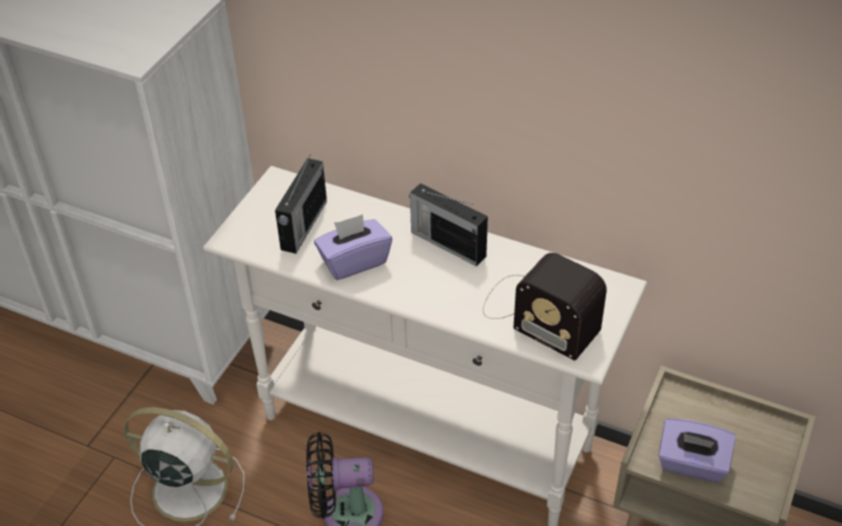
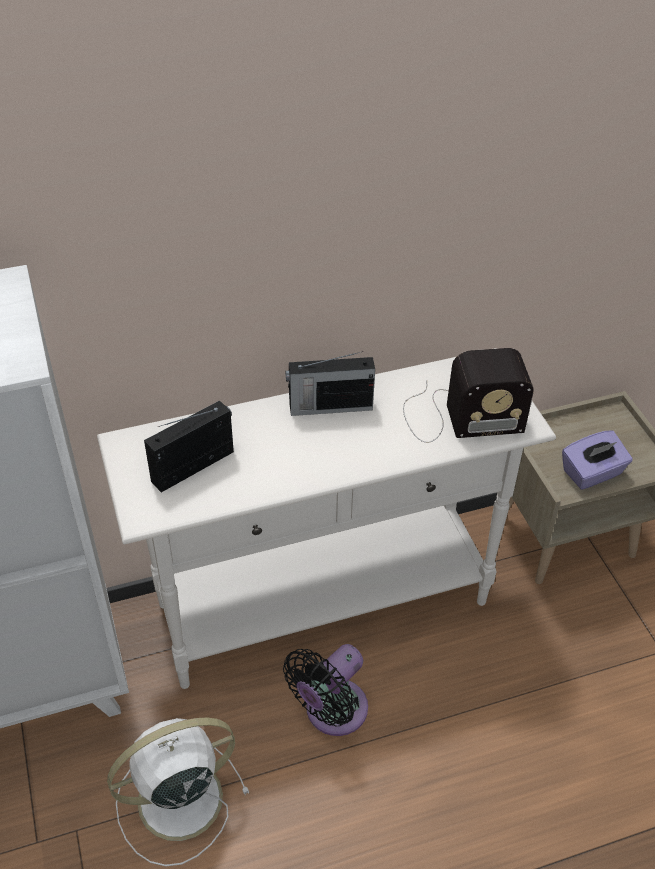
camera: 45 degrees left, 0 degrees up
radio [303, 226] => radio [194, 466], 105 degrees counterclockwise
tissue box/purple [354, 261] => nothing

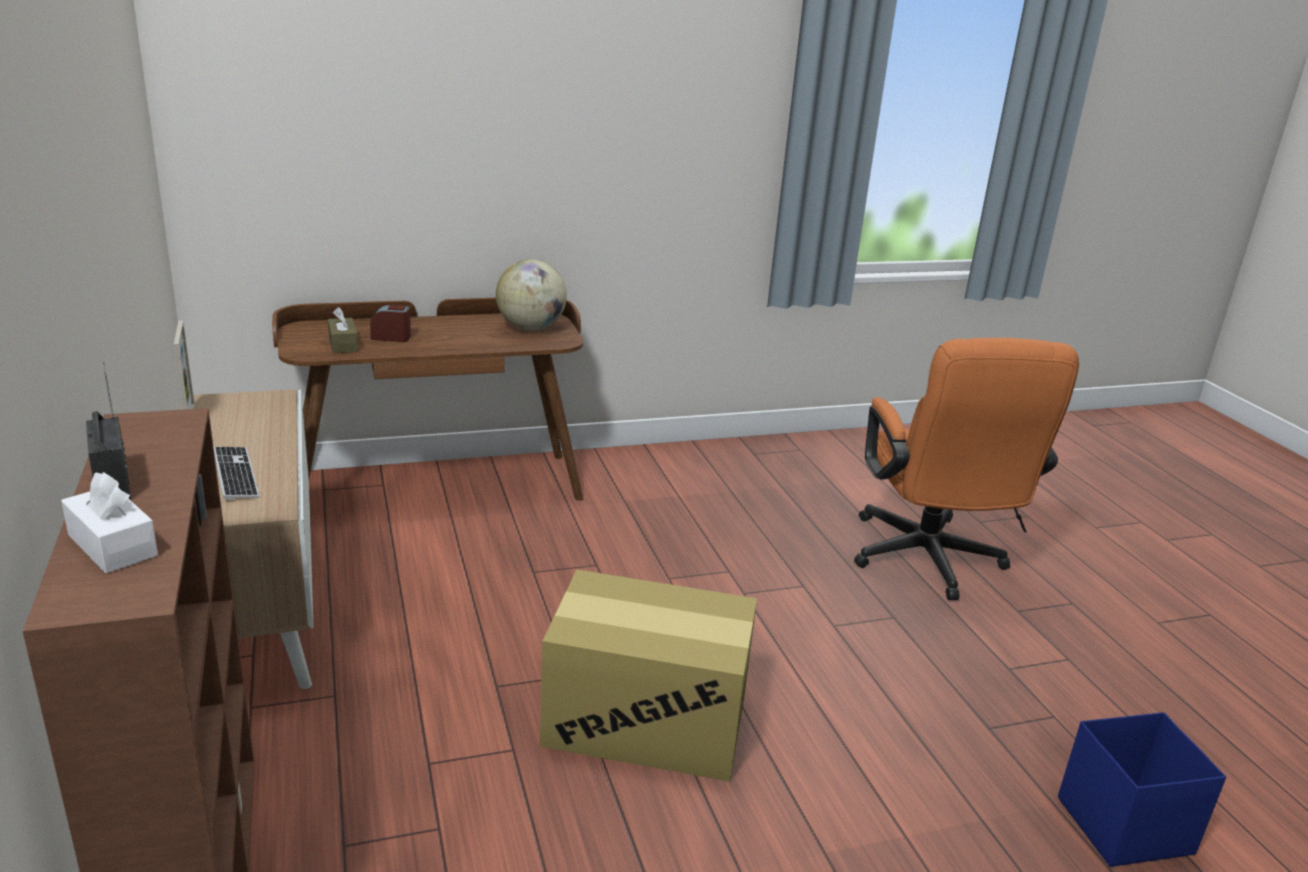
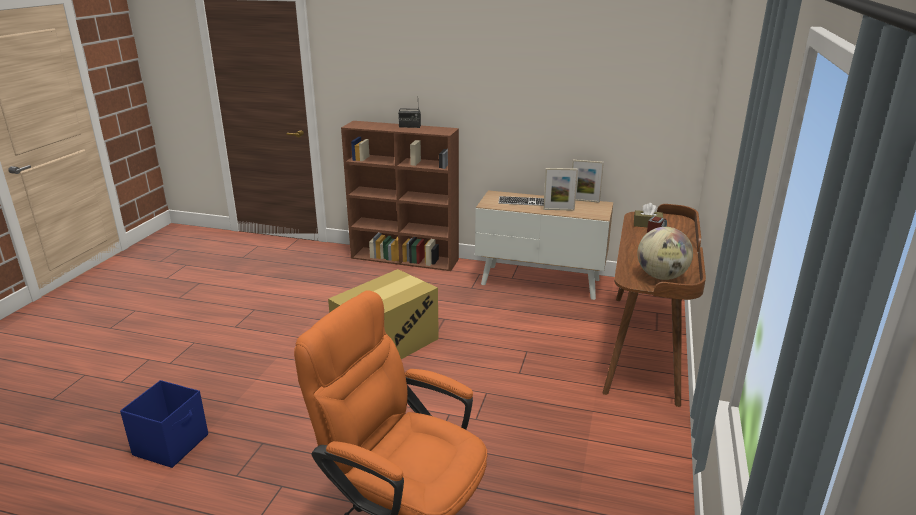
camera: 125 degrees right, 0 degrees up
tissue box/white [112, 545] => nothing
nothing => picture frame [558, 209]

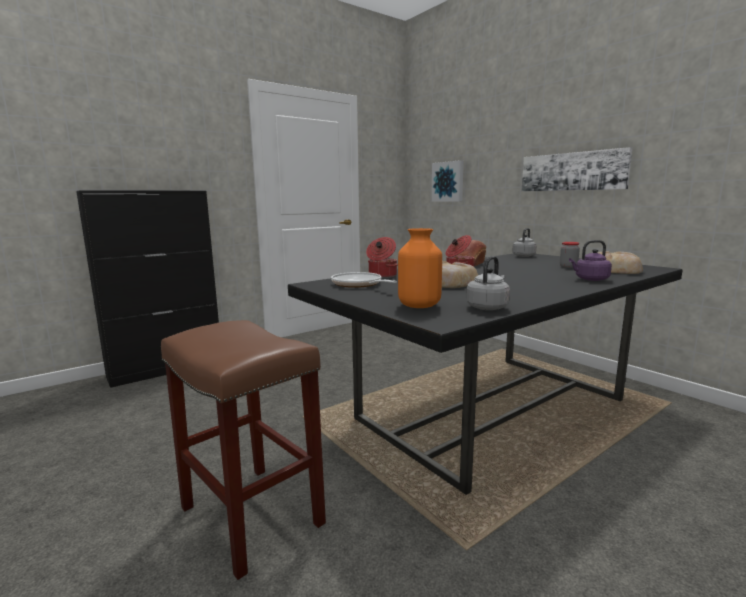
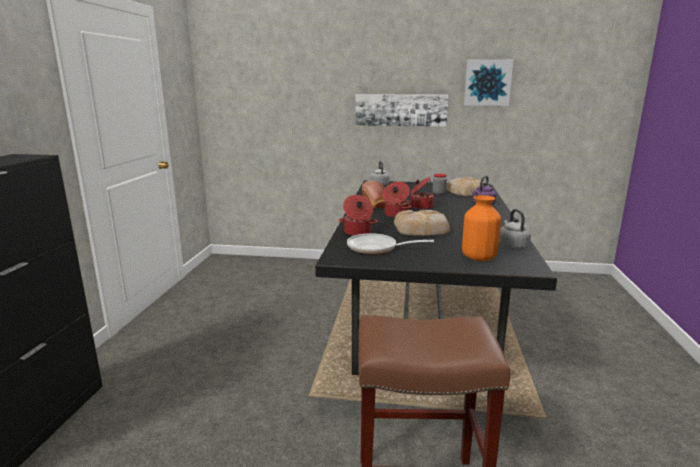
camera: 45 degrees left, 5 degrees up
picture [448, 181] => picture [487, 82], move
nothing => cooking pot [420, 207]

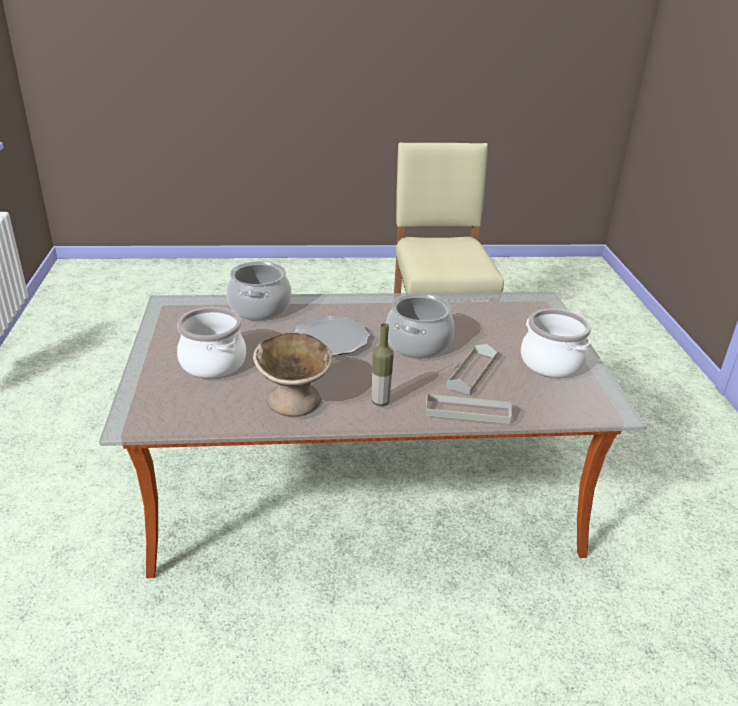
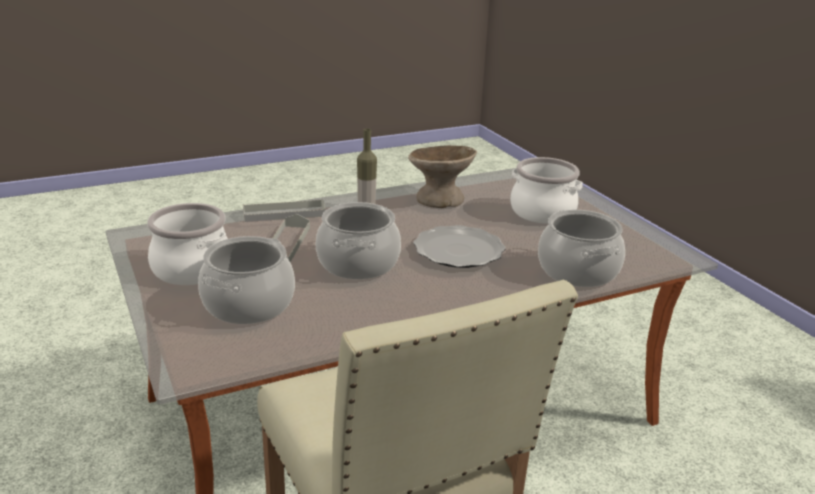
camera: 160 degrees right, 5 degrees down
nothing => cooking pot [248, 304]

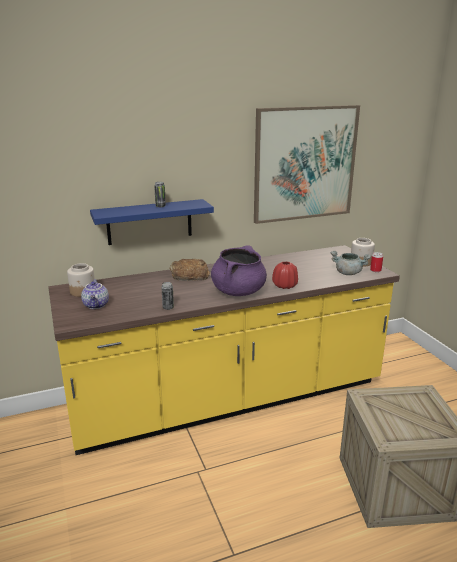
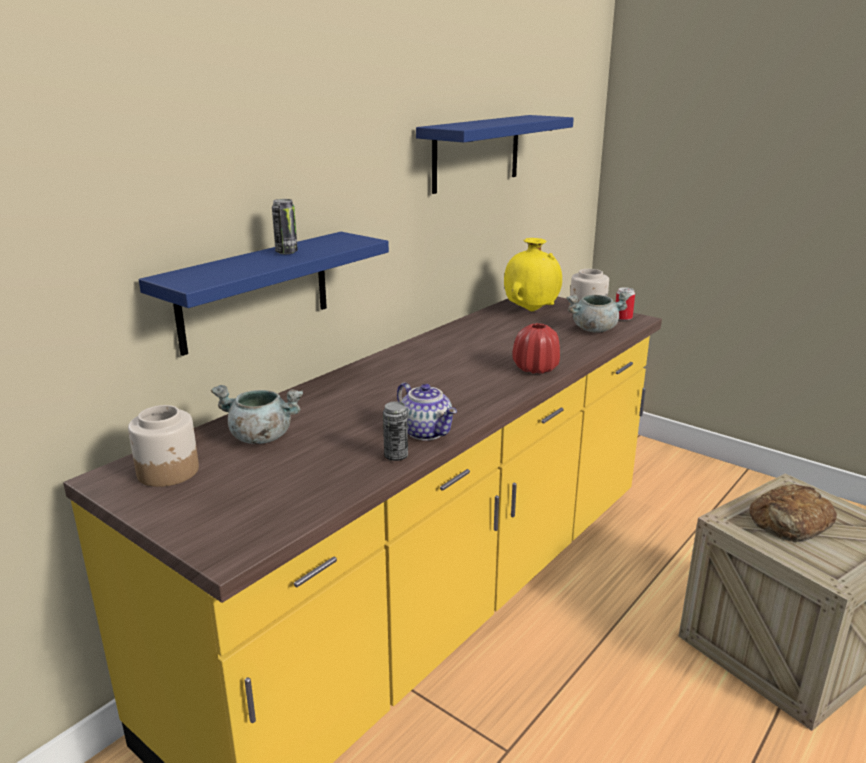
camera: 30 degrees left, 0 degrees up
teapot [96, 305] => teapot [427, 432], move
bread [189, 275] => bread [790, 522], move
cooking pot/purple [238, 291] => nothing
picture [304, 164] => shelf/blue [476, 153]
nothing => cooking pot/grey [260, 437]
nothing => vase/yellow [531, 310]

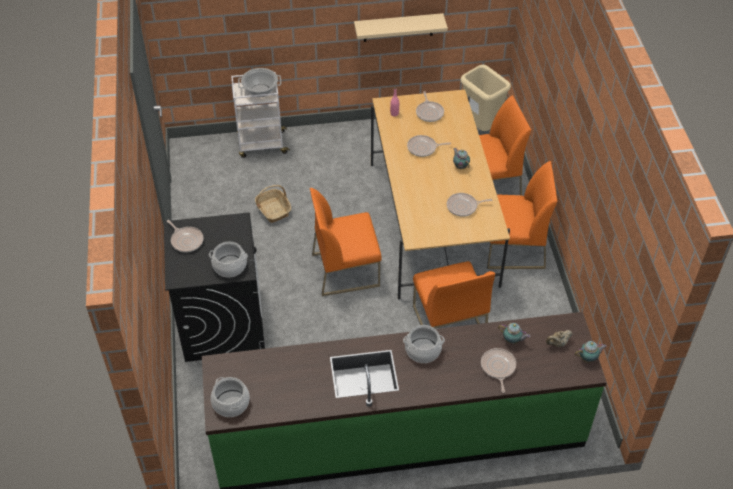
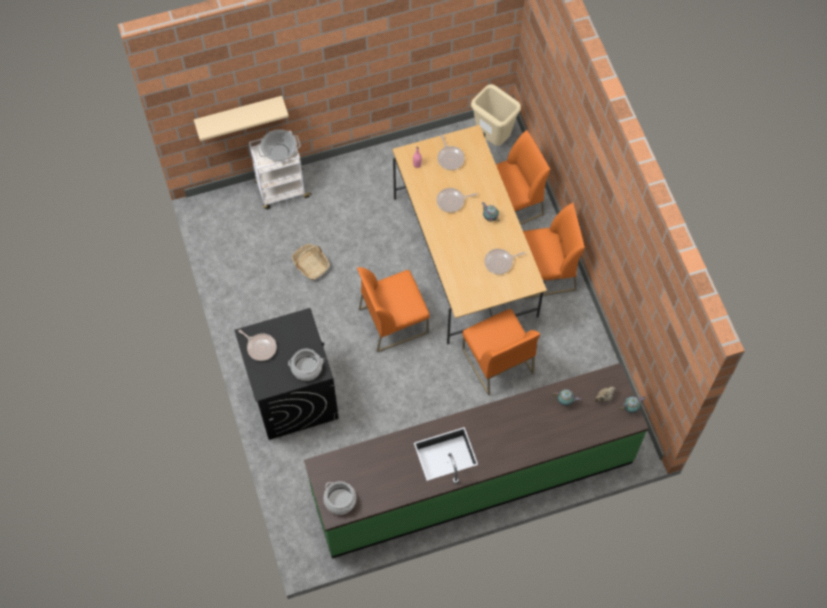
camera: 10 degrees left, 15 degrees up
shelf/beige [398, 27] => shelf/beige [239, 114], move
cooking pot [423, 351] => nothing
frying pan [498, 367] => nothing

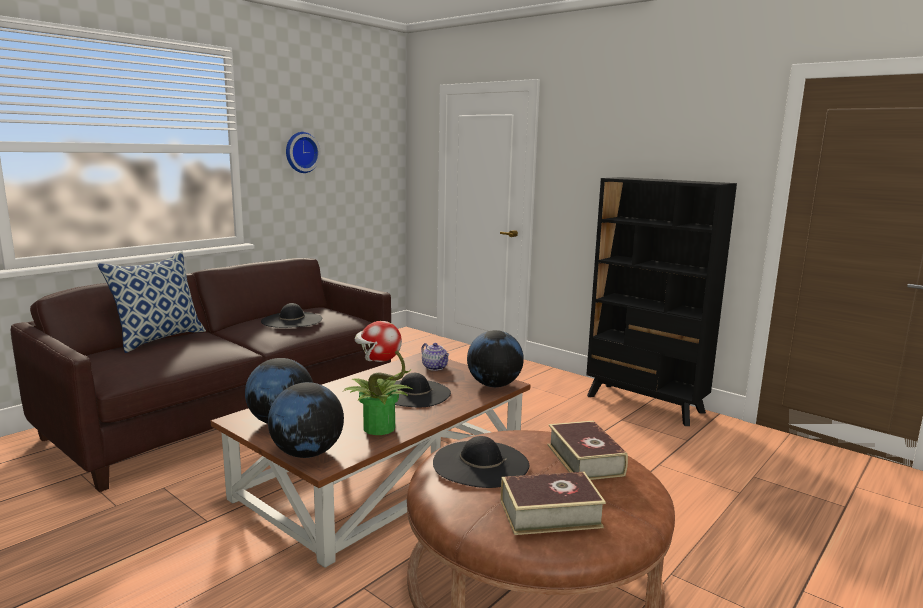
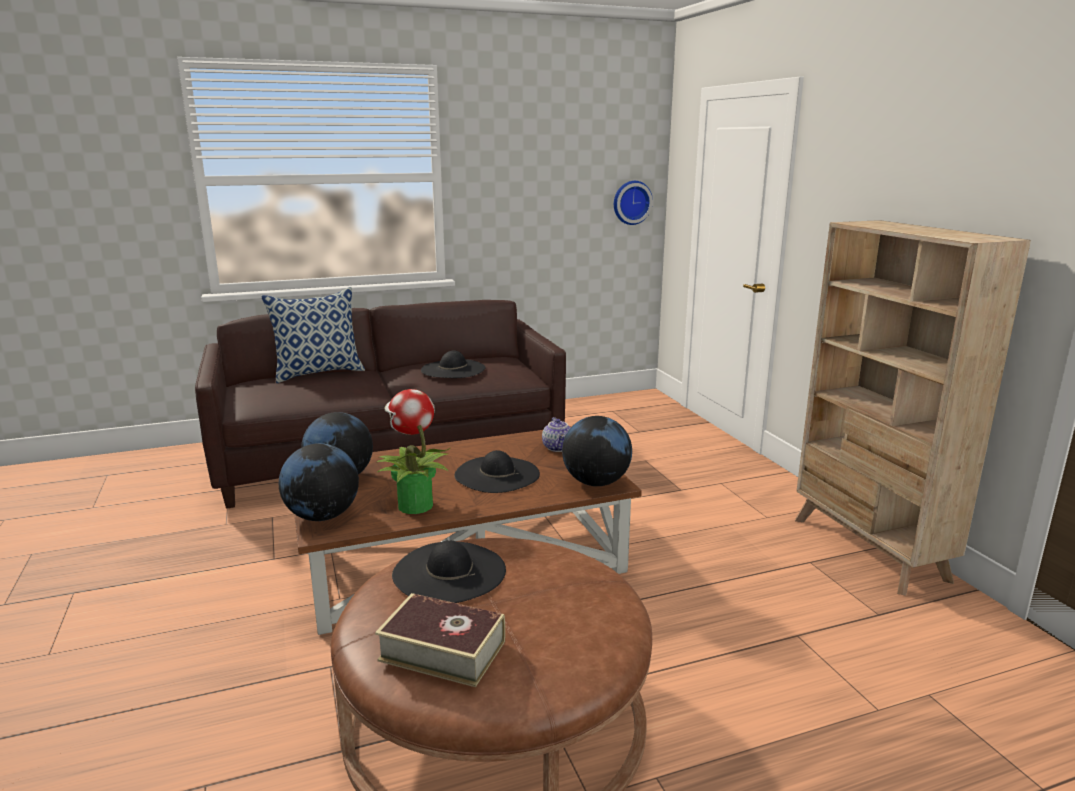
camera: 30 degrees right, 5 degrees up
wall clock [301, 152] => wall clock [631, 202], move
book [585, 460] => nothing
bookcase/black [645, 404] => bookcase/beige [868, 549]

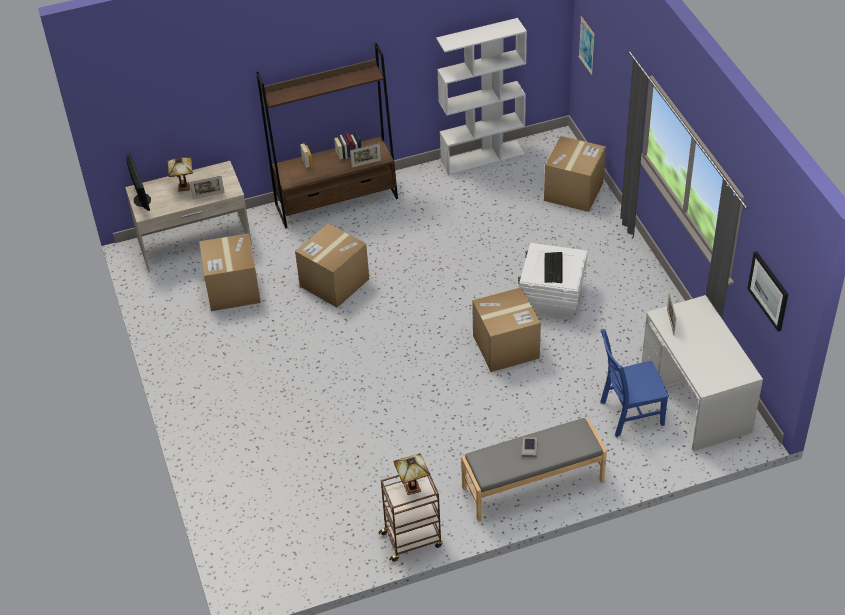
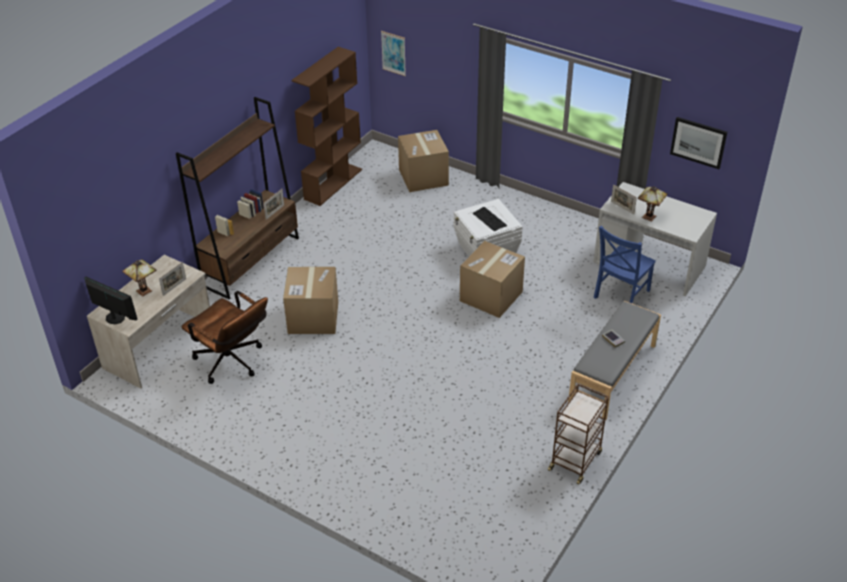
camera: 40 degrees left, 5 degrees down
cardboard box [233, 289] => office chair/brown [233, 363]
table lamp [413, 487] => table lamp [648, 216], move
bookcase/white [483, 157] => bookcase/brown [333, 184]

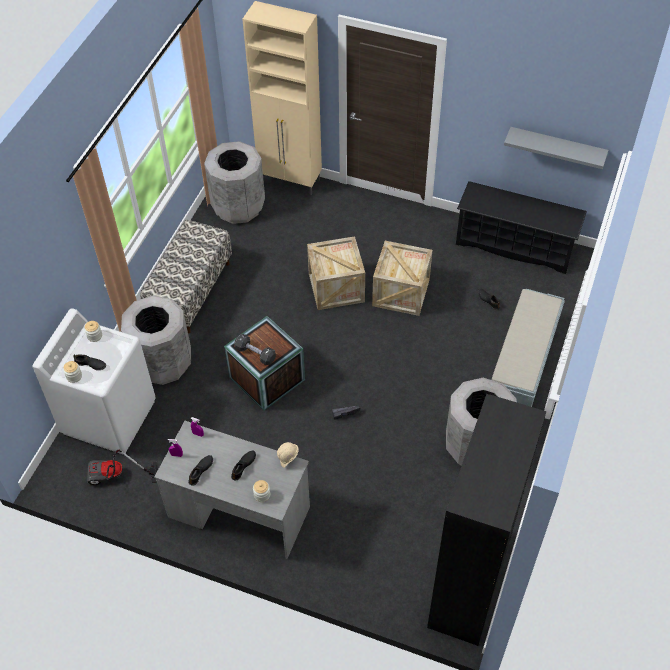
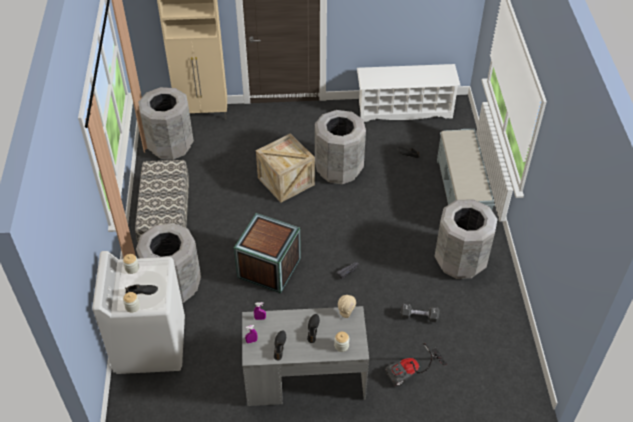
camera: 25 degrees left, 5 degrees down
vacuum cleaner [116, 477] => vacuum cleaner [411, 372], move
dumbbell/black [255, 354] => dumbbell/black [419, 316], move
crate [401, 292] => trash can/grey [339, 169]
bookcase/black [469, 584] => nothing
shoe rack/black [514, 246] => shoe rack/white [404, 110]
shelf/grey [557, 147] => nothing

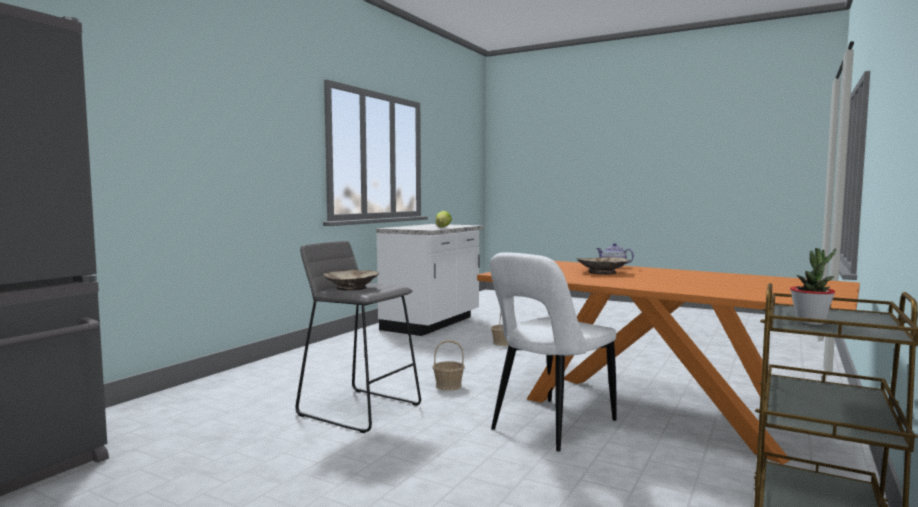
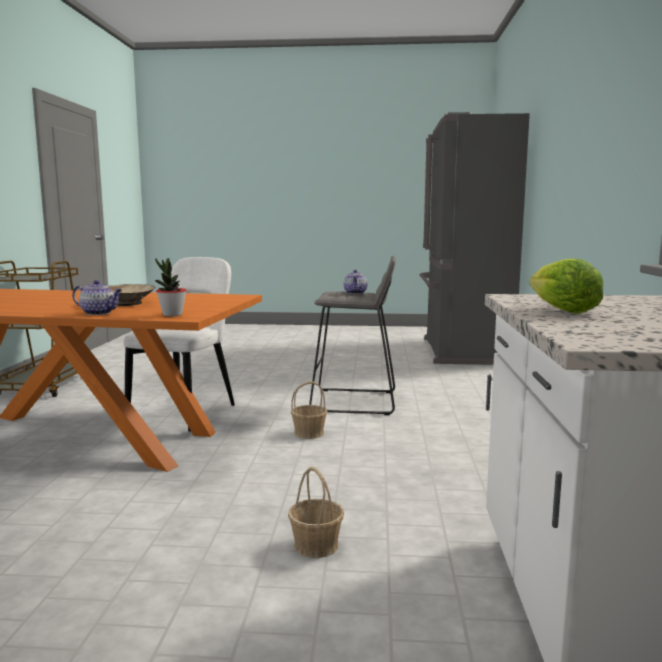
camera: 155 degrees right, 5 degrees up
bowl/beige [351, 288] => teapot [355, 293]
potted plant [810, 322] => potted plant [172, 315], move

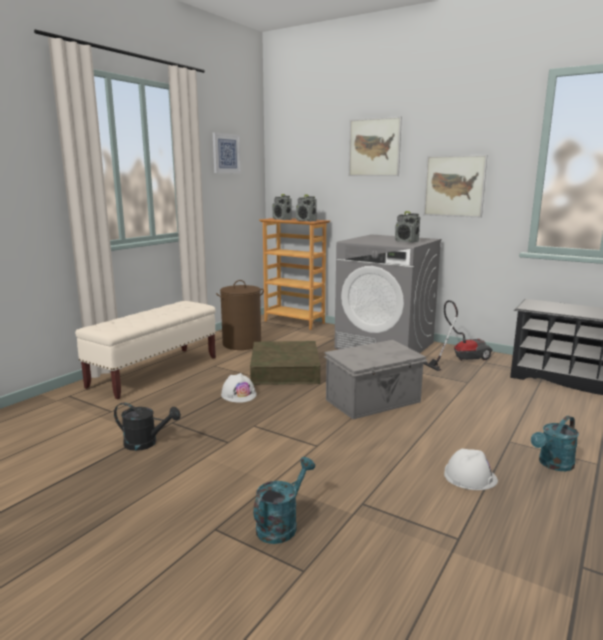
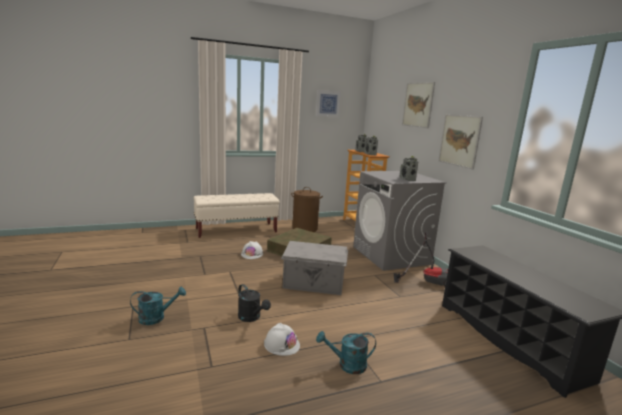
camera: 35 degrees right, 0 degrees up
watering can/black [146, 443] => watering can/black [251, 318], move

